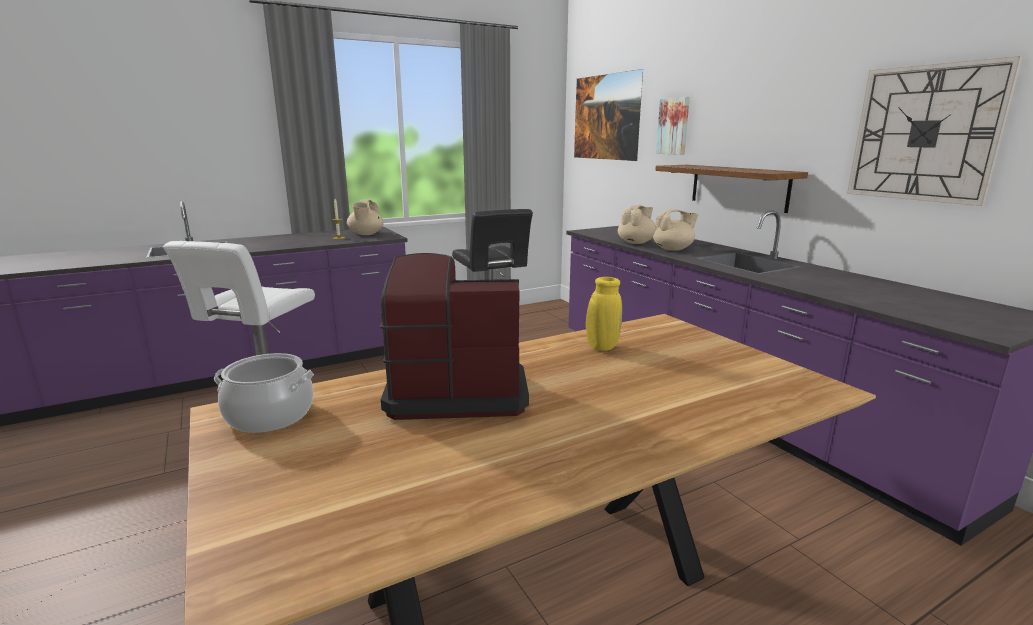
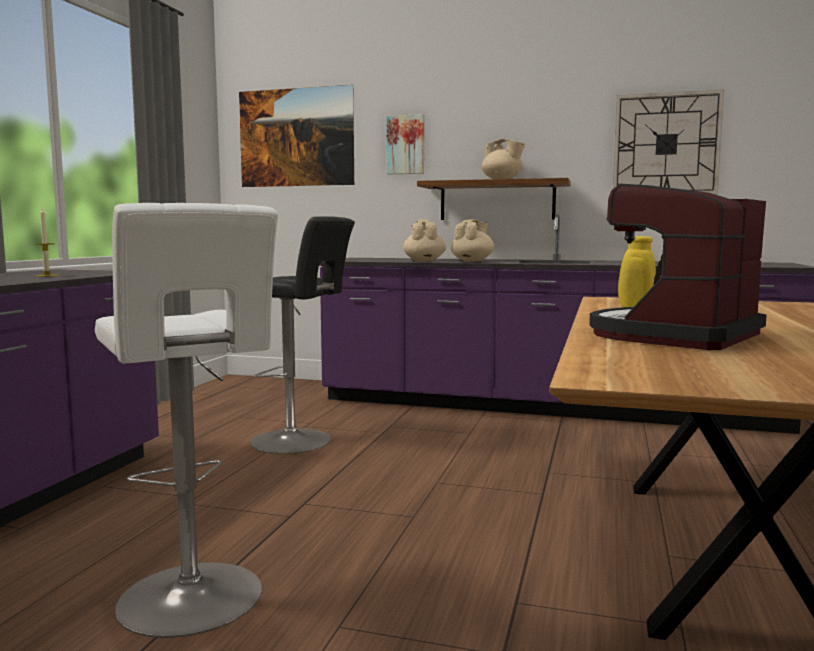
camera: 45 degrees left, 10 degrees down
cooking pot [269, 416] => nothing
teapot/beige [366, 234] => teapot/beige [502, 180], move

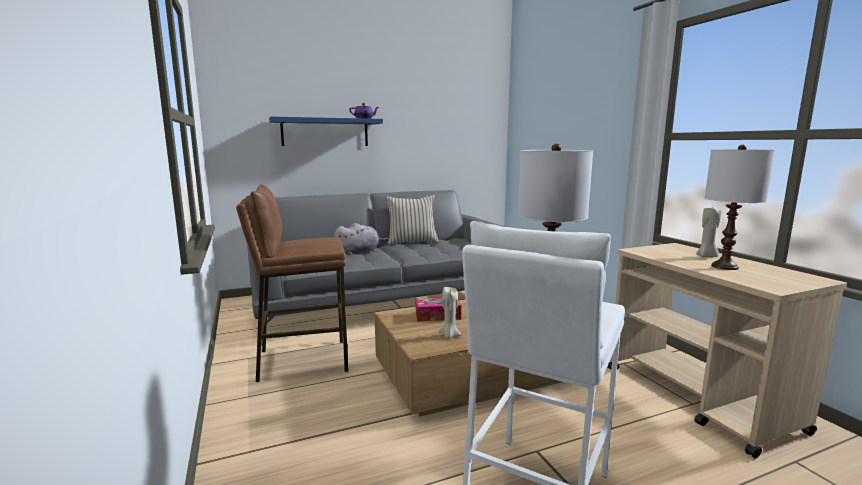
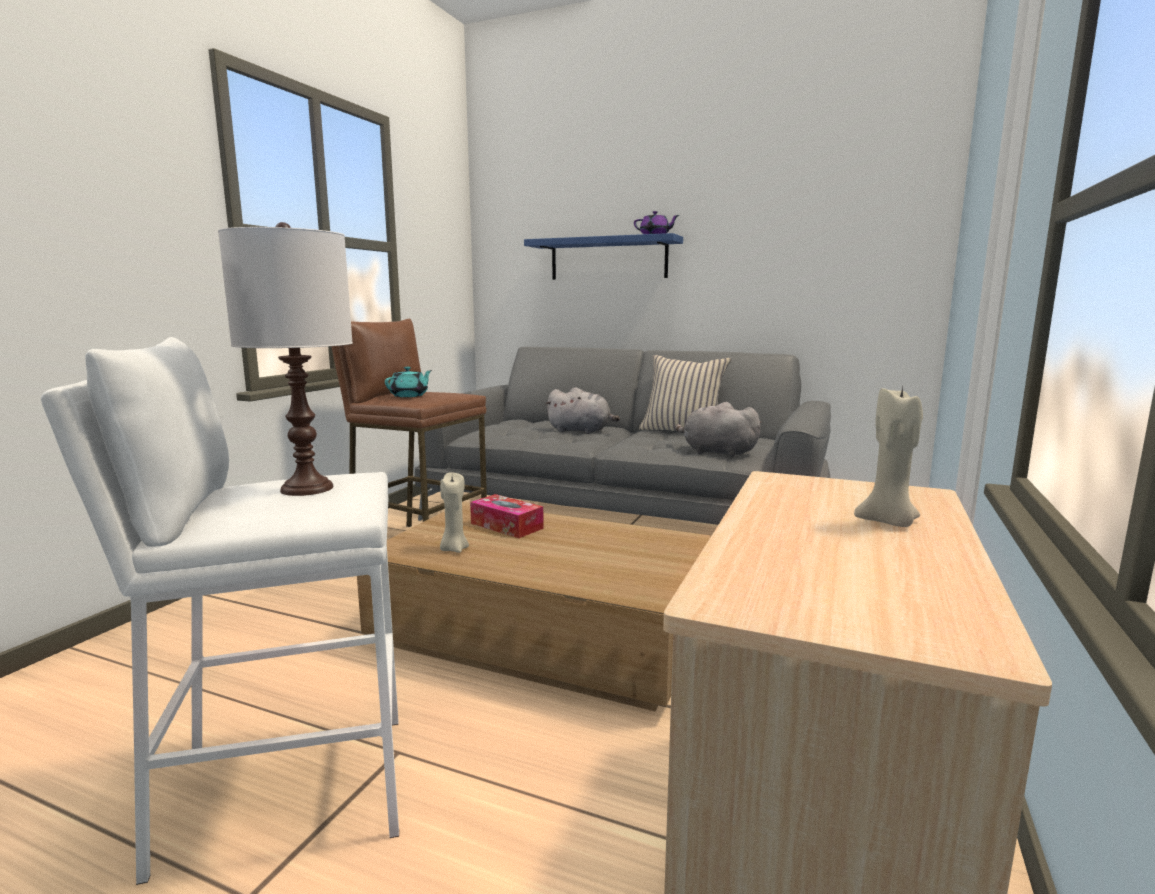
camera: 45 degrees right, 0 degrees up
table lamp/white [724, 266] => nothing
nothing => teapot/turquoise [409, 395]
nothing => plush toy/grey [716, 452]

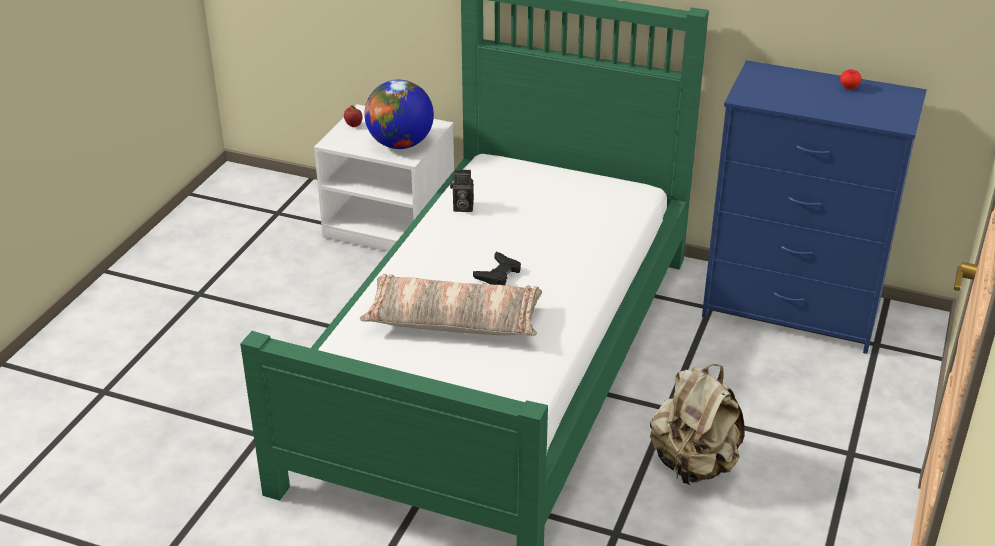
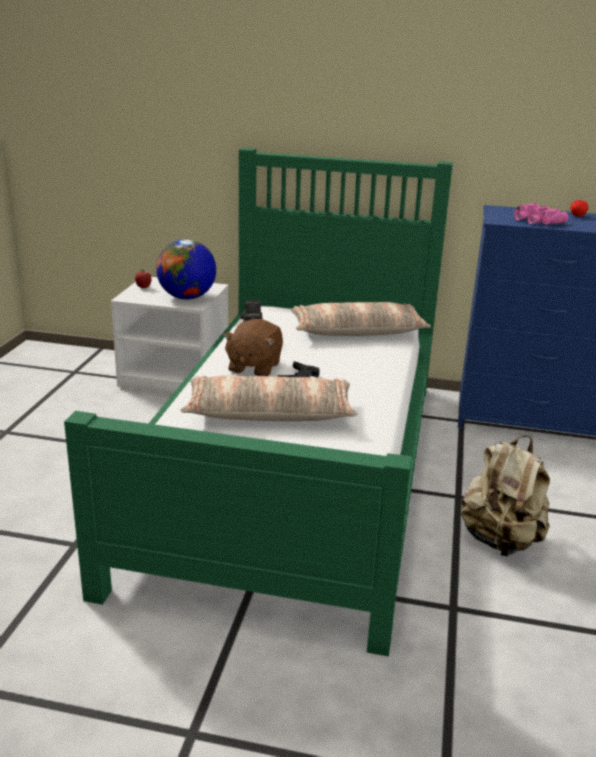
camera: 10 degrees left, 10 degrees down
nothing => plush toy/brown [253, 367]
nothing => pillow [357, 331]
nothing => binoculars/pink [536, 220]

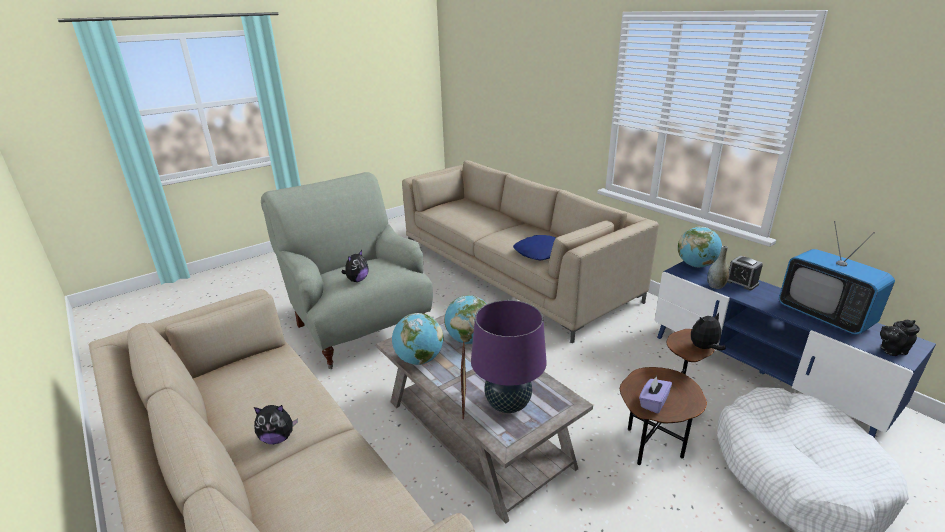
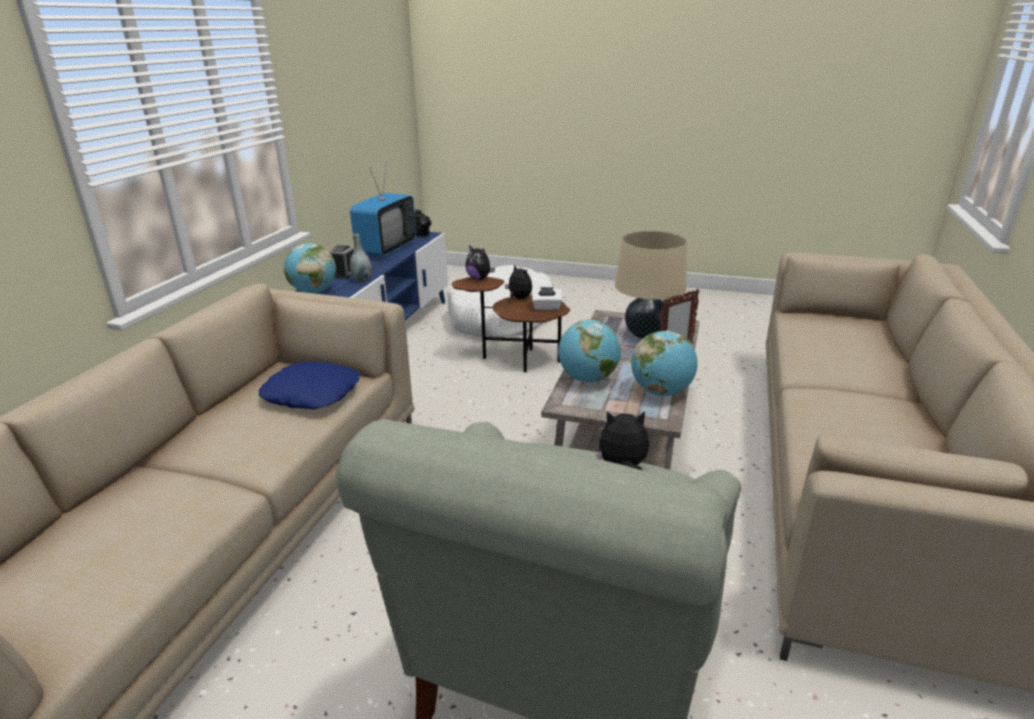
camera: 125 degrees left, 0 degrees up
plush toy [278, 438] => plush toy [519, 298], move
table lamp/purple [508, 404] => table lamp/beige [646, 334]
tissue box/purple [653, 402] => tissue box/white [546, 307]

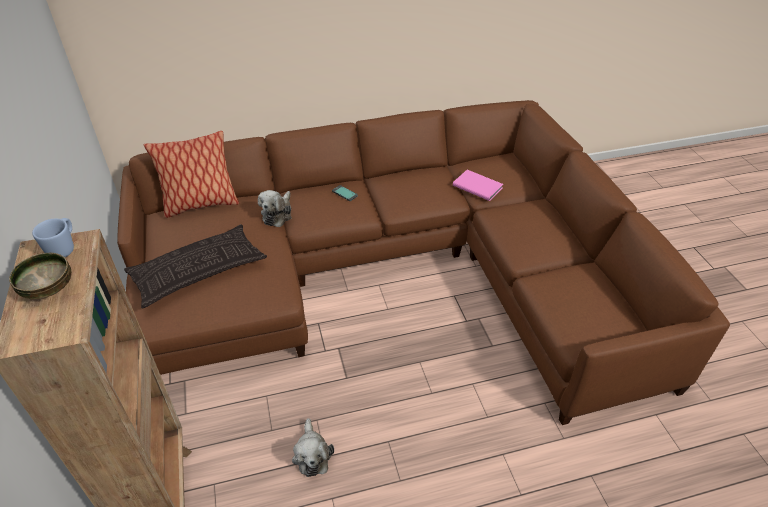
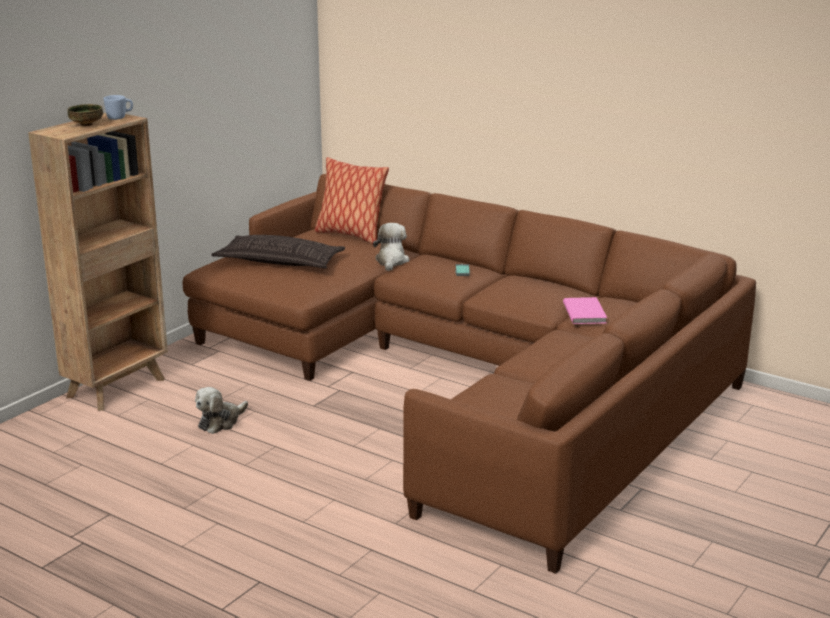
camera: 50 degrees right, 20 degrees down
plush toy [278, 214] => plush toy [391, 261], 120 degrees clockwise

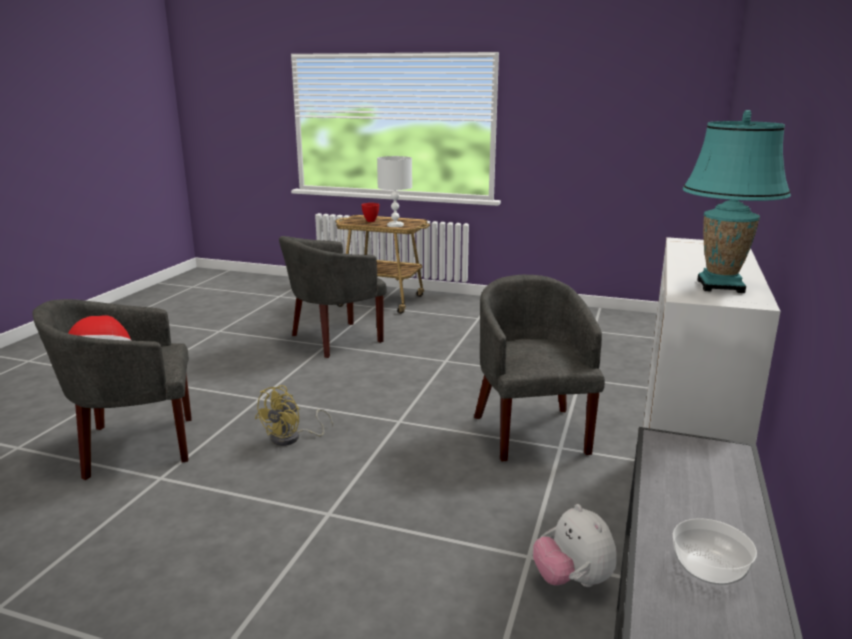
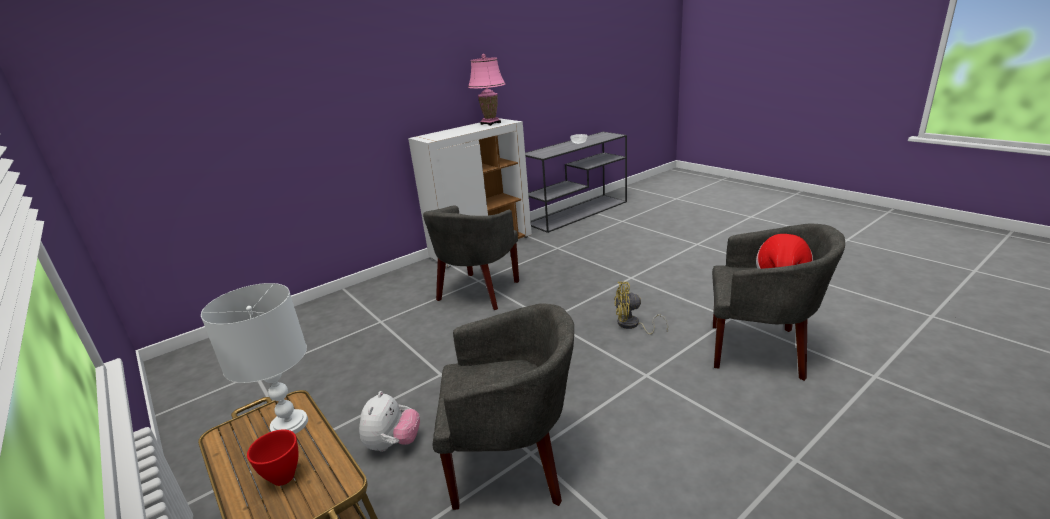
camera: 145 degrees left, 5 degrees up
fan/yellow [292, 438] => fan/yellow [632, 325], 150 degrees counterclockwise
plush toy [572, 580] => plush toy [393, 444], move
table lamp/turquoise [720, 286] => table lamp/pink [490, 123]

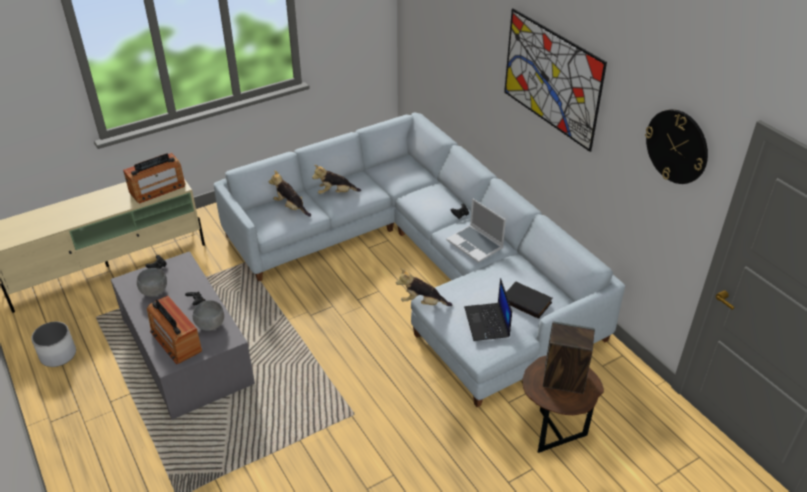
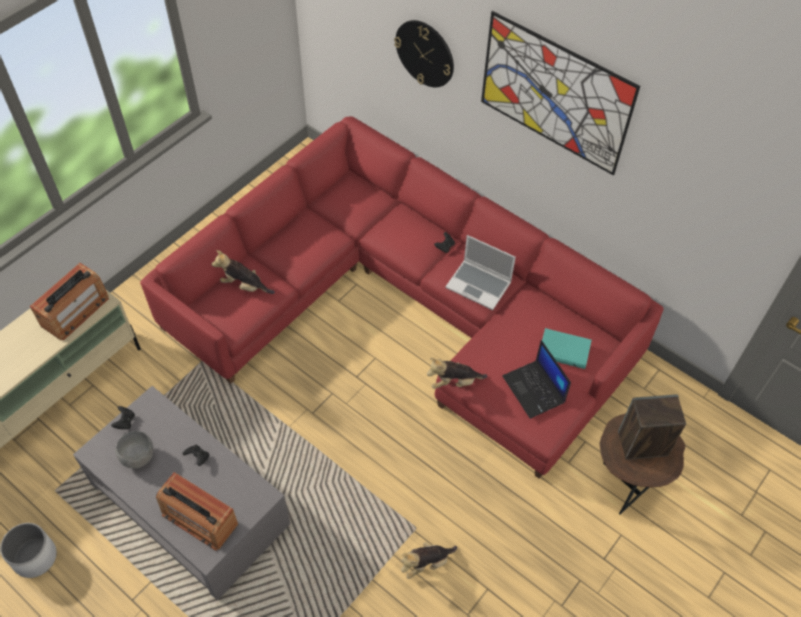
camera: 20 degrees left, 15 degrees up
bowl/grey [210, 324] => nothing
sofa/grey [422, 263] => sofa/red [407, 306]
plush toy [336, 193] => plush toy [426, 563], move
book/black [527, 301] => book/turquoise [564, 349]
wall clock [677, 146] => wall clock [425, 53], move

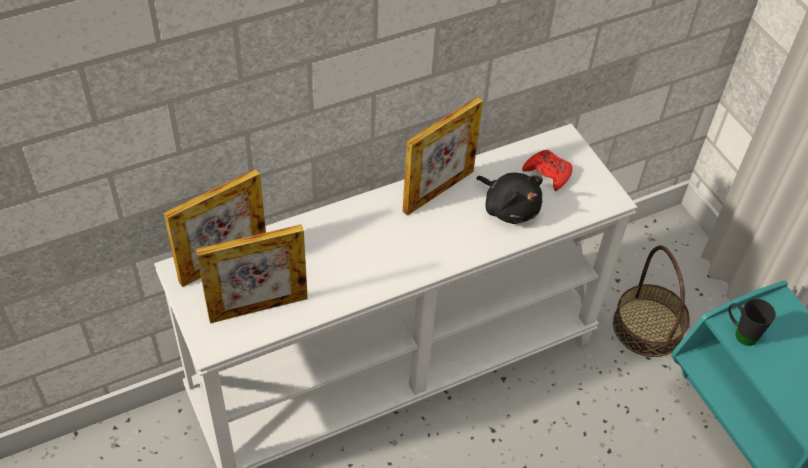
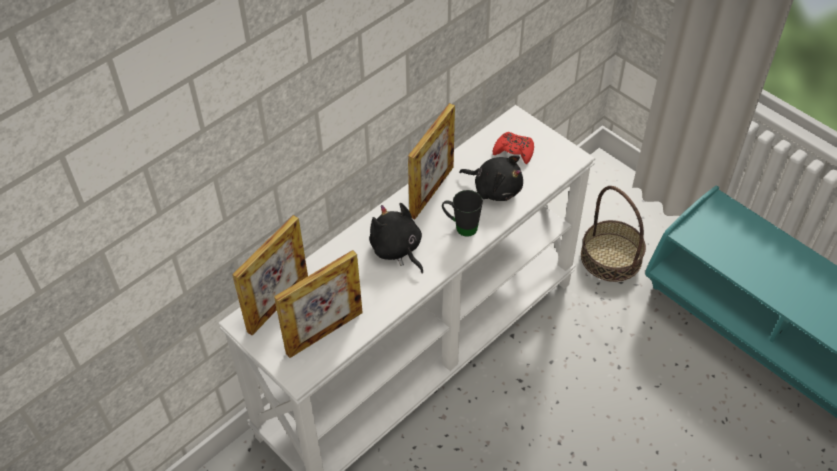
camera: 15 degrees left, 0 degrees up
mug/black [740, 333] => mug/black [461, 227], move
nothing => plush toy/black [397, 249]

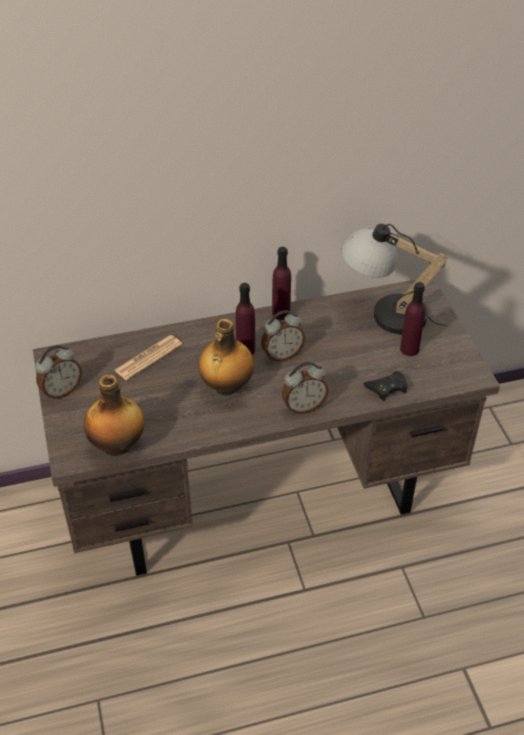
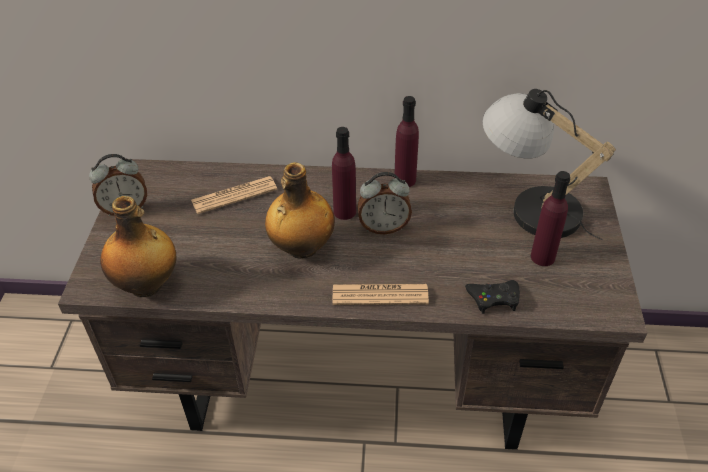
camera: 20 degrees right, 0 degrees up
alarm clock [303, 406] => newspaper [380, 295]

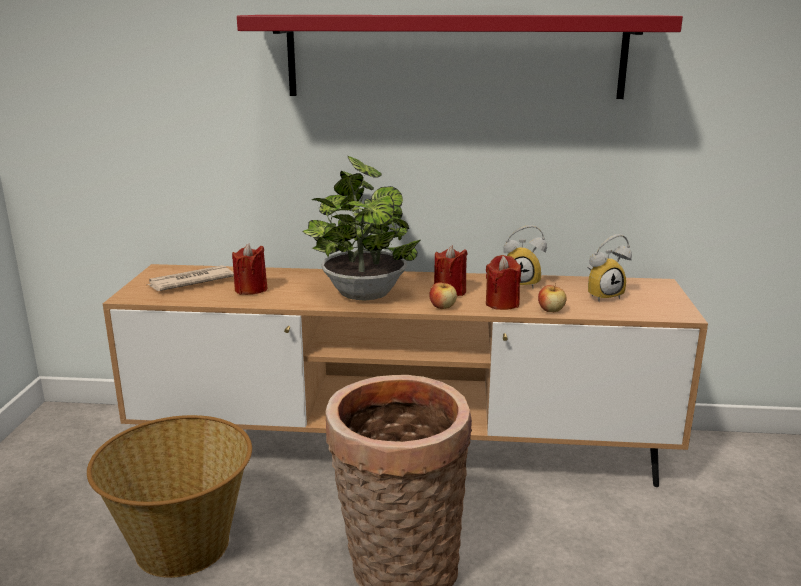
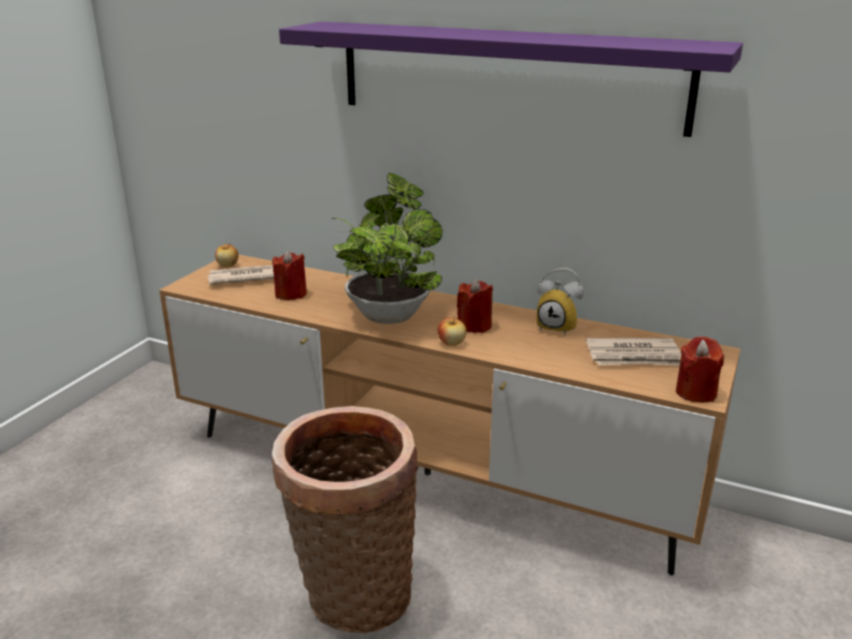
camera: 20 degrees right, 5 degrees up
basket [183, 546] => nothing
shelf/red [454, 56] => shelf/purple [508, 75]
candle/red [502, 303] => candle/red [696, 392], move
apple [551, 310] => apple [228, 265], move
alarm clock [603, 295] => newspaper [634, 356]

